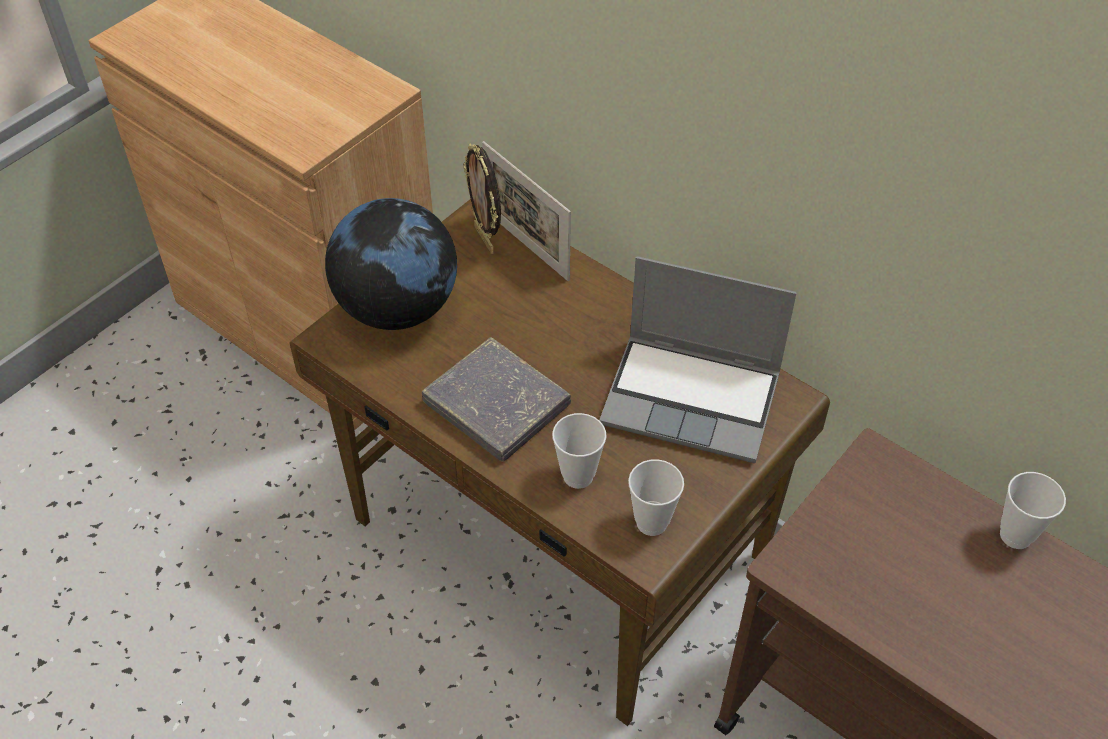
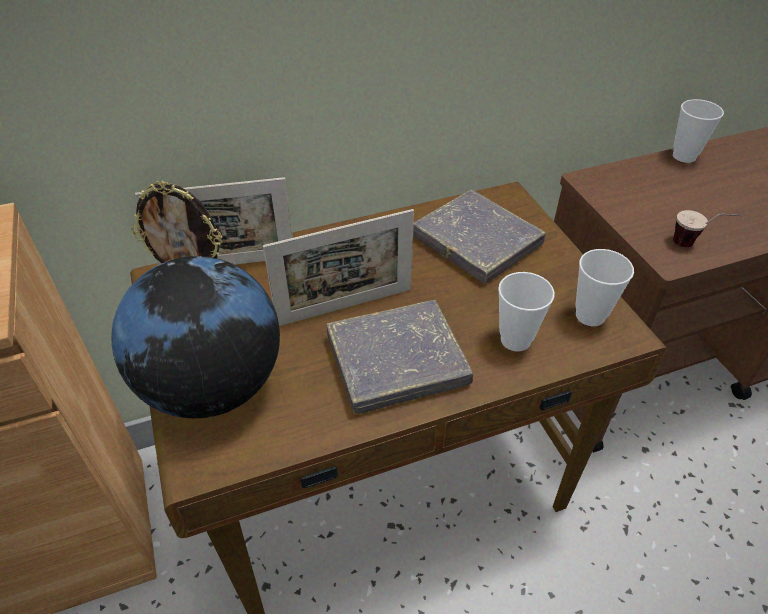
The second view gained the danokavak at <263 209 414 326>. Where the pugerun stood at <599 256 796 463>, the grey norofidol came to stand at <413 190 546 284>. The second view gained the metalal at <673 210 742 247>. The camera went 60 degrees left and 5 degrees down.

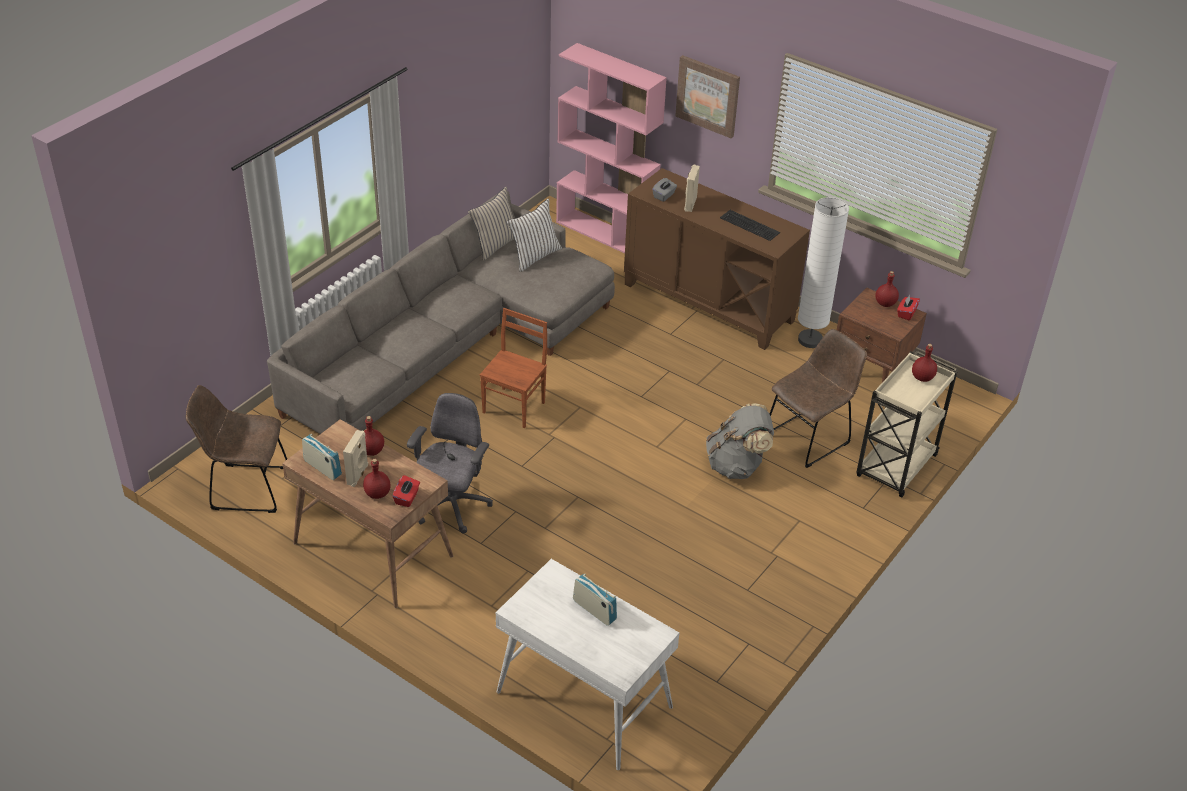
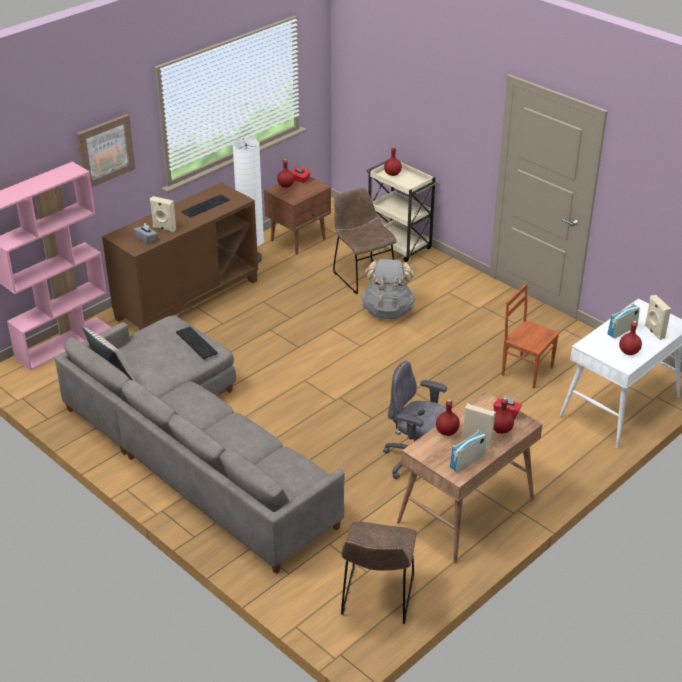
The second view gained the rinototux at <176 327 218 359>. The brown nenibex ended up elsewhere, having gone from <480 308 547 428> to <502 283 559 388>. The second view gained the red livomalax at <619 321 642 355>. The second view gained the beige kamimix at <645 295 671 340>. The second view lost the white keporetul at <507 198 562 272>. The camera went 80 degrees left and 5 degrees down.

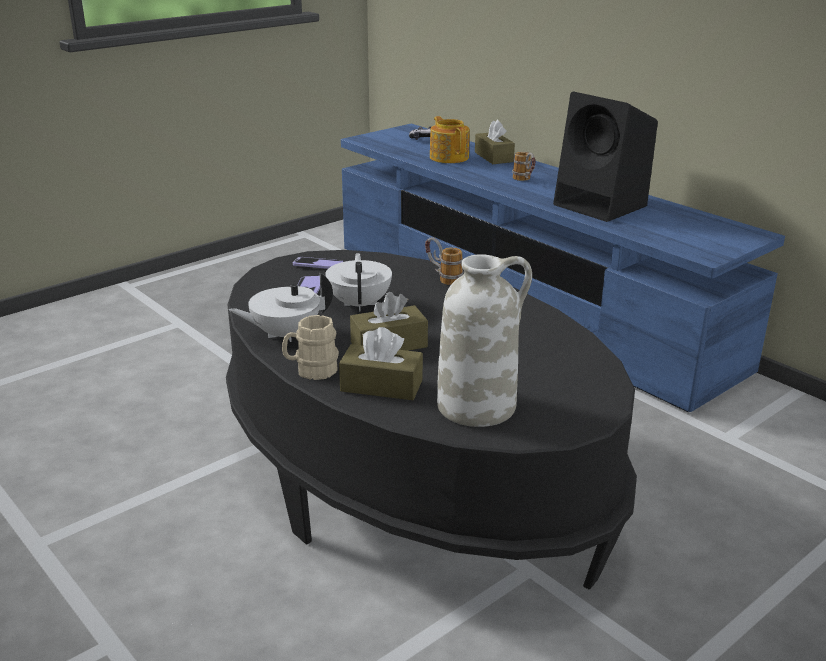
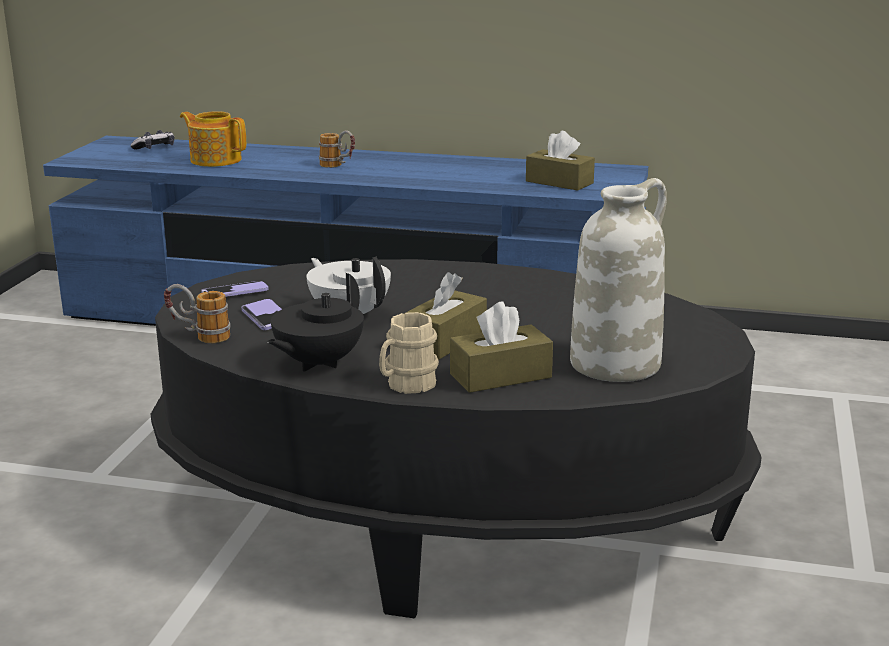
The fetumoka ended up elsewhere, having gone from <425 237 464 285> to <164 284 231 343>. What was the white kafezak at <228 273 333 342> turned into the black kafezak at <267 273 364 372>. The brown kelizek ended up elsewhere, having gone from <475 120 515 164> to <526 131 595 191>. The second view lost the black kamimix at <553 91 658 222>. The camera went 35 degrees left and 5 degrees down.

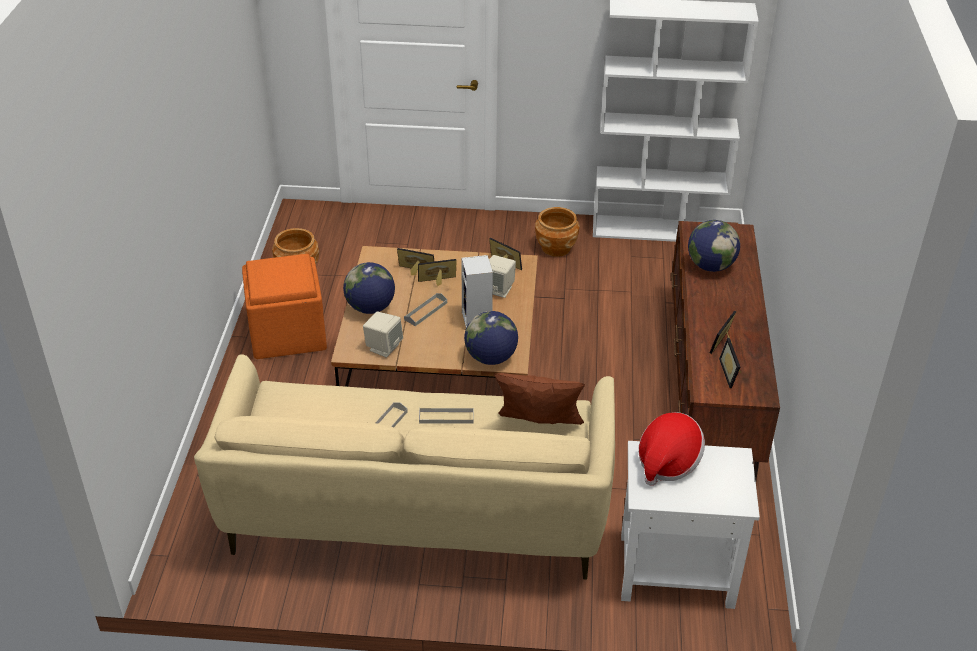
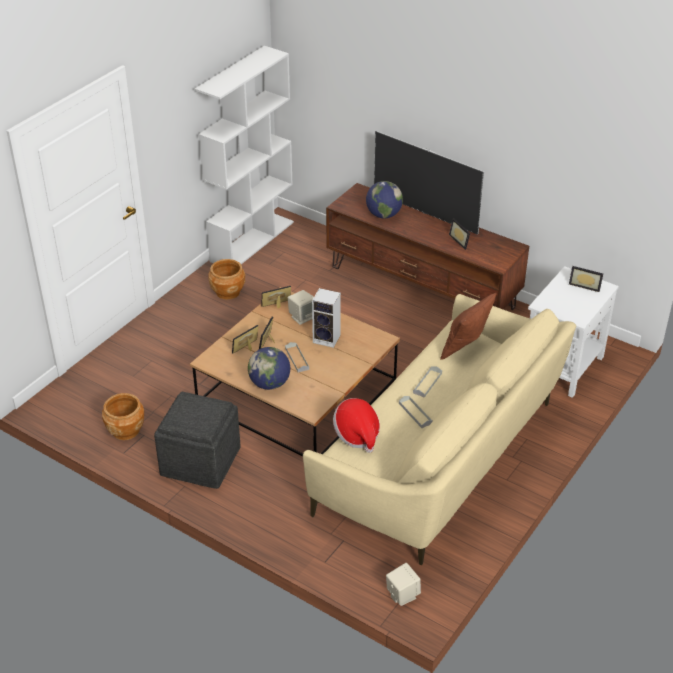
What was the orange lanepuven at <242 254 327 359> turned into the grey lanepuven at <154 392 241 489>. The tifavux ended up elsewhere, having gone from <638 412 705 486> to <333 398 380 453>. The second view gained the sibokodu at <374 131 484 235>. The beige kamimix ended up elsewhere, having gone from <363 312 403 358> to <386 563 421 606>. The danokavak ended up elsewhere, having gone from <719 338 741 388> to <569 266 603 292>. The second view lost the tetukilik at <464 311 518 365>. The camera went 60 degrees left and 0 degrees up.

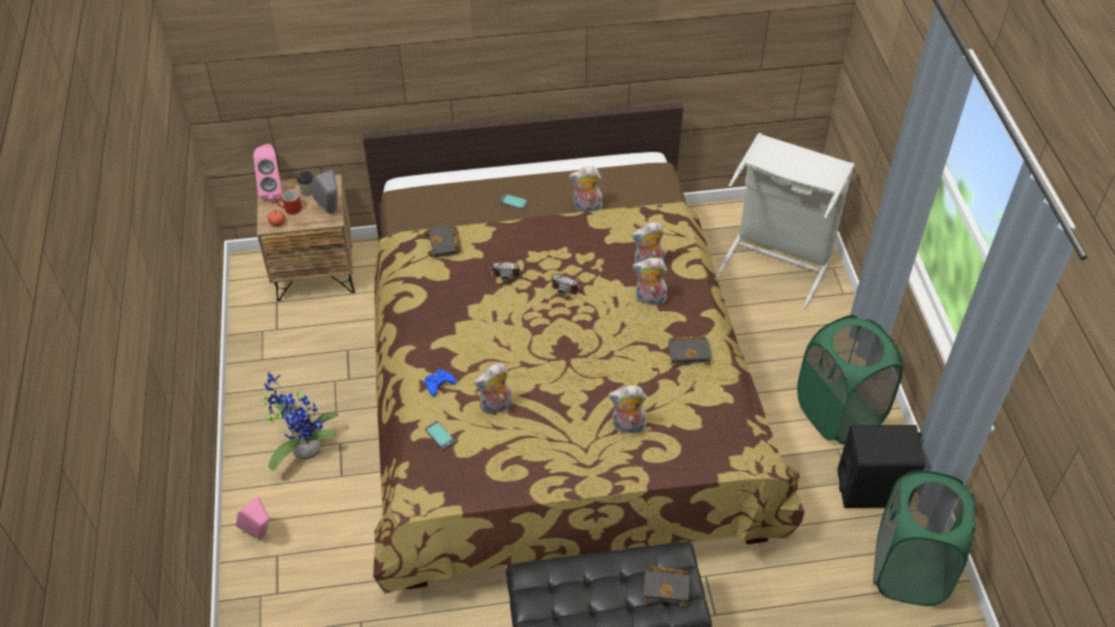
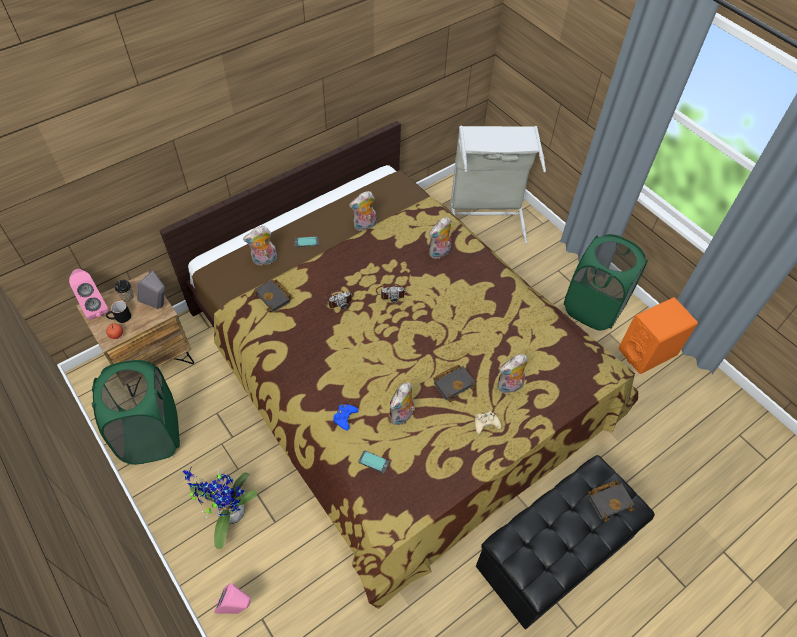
The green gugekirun ended up elsewhere, having gone from <873 471 976 606> to <91 360 180 465>. What was the red fetumoka at <276 190 302 215> turned into the black fetumoka at <106 301 131 323>. The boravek ended up elsewhere, having gone from <633 258 668 306> to <243 226 277 266>. The black norofidol ended up elsewhere, having gone from <668 336 711 366> to <433 365 476 402>. The second view gained the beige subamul at <475 411 502 434>. What was the black kamimix at <838 425 925 508> turned into the orange kamimix at <619 297 698 374>. The camera went 30 degrees left and 5 degrees up.

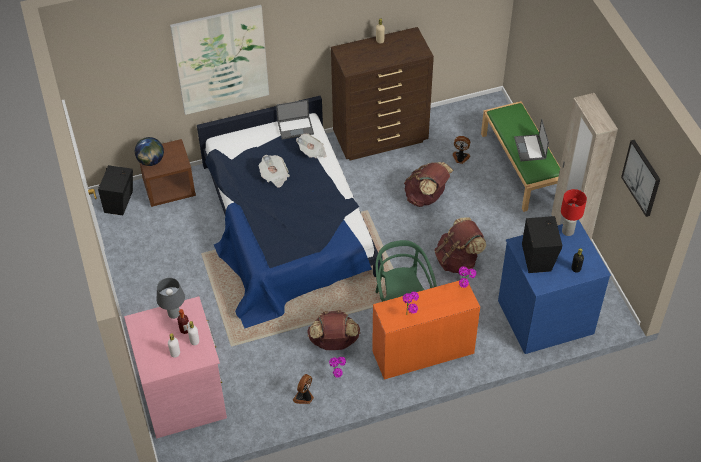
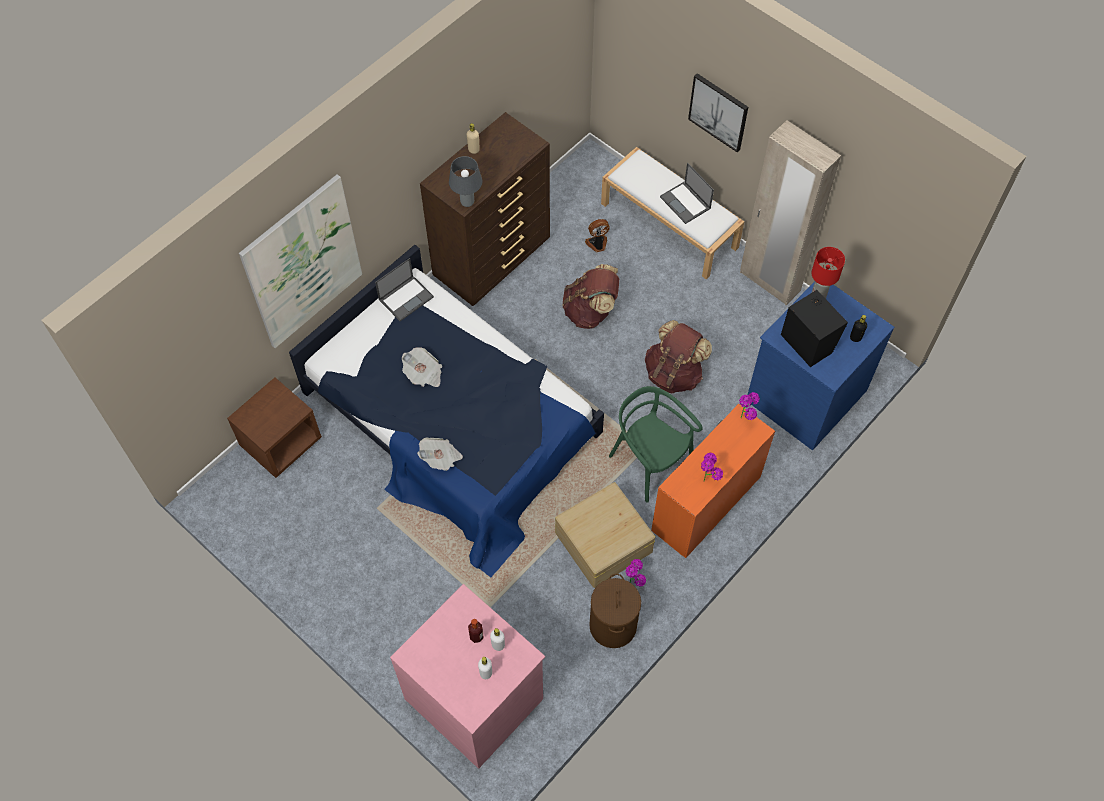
The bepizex ended up elsewhere, having gone from <296 134 327 158> to <417 437 463 471>. The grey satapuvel ended up elsewhere, having gone from <157 278 185 319> to <449 156 482 207>. Where the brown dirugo stood at <307 310 360 350>, the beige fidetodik came to stand at <555 482 655 588>. Where the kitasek stood at <293 374 314 404>, the brown gugekirun came to stand at <589 574 641 648>. What was the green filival at <481 101 560 212> turned into the white filival at <601 147 744 279>. The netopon ended up elsewhere, having gone from <621 140 660 217> to <688 73 748 152>. The second view lost the black kamimix at <98 165 133 215>. The second view lost the tetukilik at <135 137 164 166>. The camera went 30 degrees left and 10 degrees up.

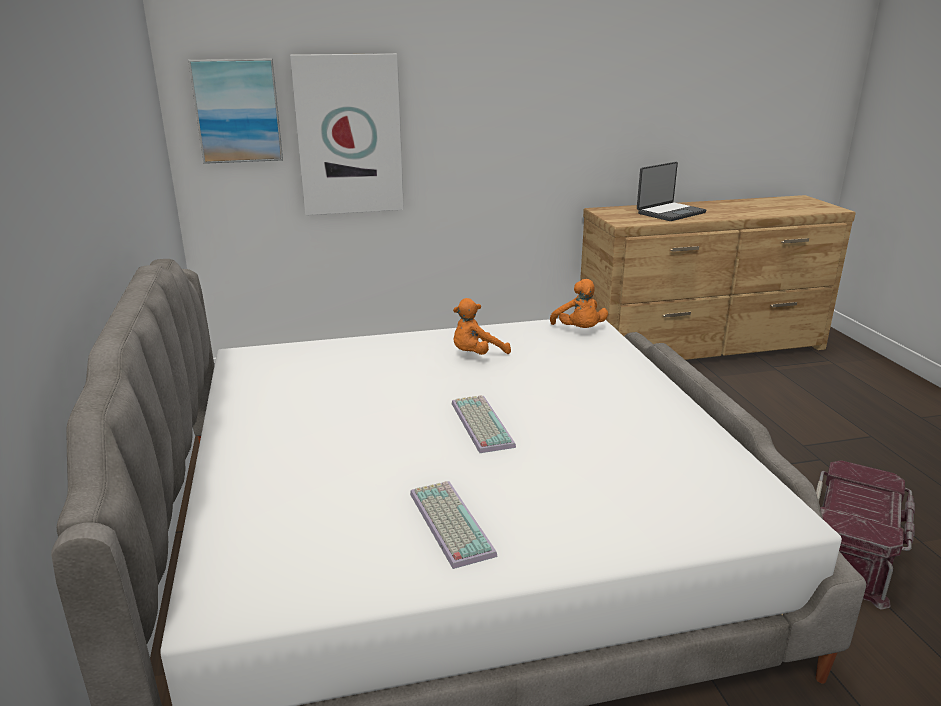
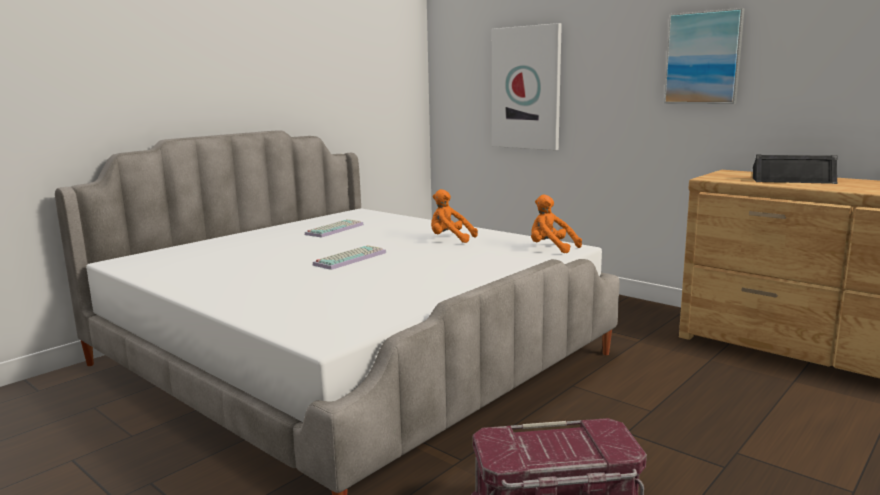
The rinototux ended up elsewhere, having gone from <410 481 498 569> to <305 219 364 238>. The orange boravek at <550 279 608 328> ended up facing another way, 90 degrees clockwise from before. The netopon ended up elsewhere, having gone from <188 58 283 164> to <664 8 745 104>. Where the pugerun stood at <637 162 706 221>, the black kamimix came to stand at <753 154 838 184>. The camera went 55 degrees right and 10 degrees down.

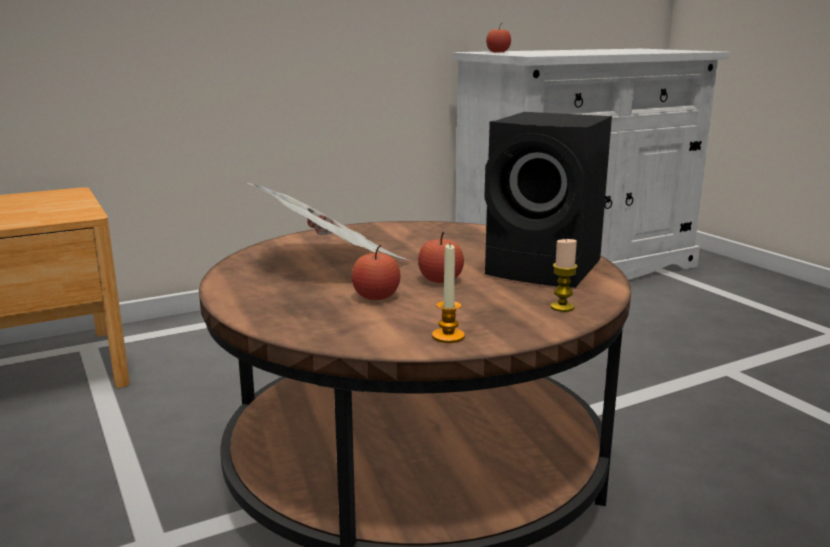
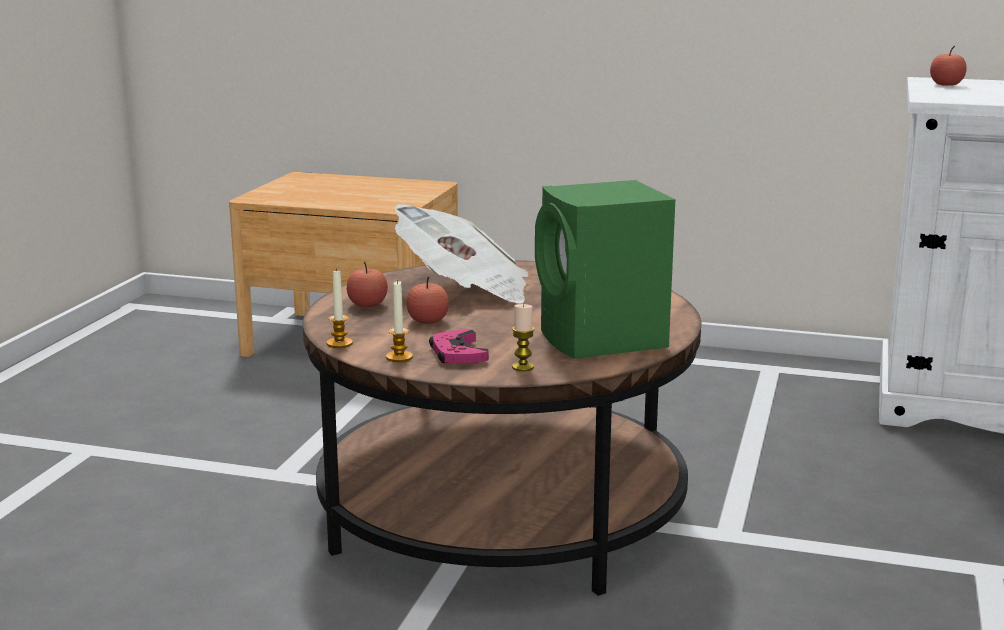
The second view gained the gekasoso at <326 268 353 348>. The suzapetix ended up elsewhere, having gone from <418 232 464 283> to <347 262 388 307>. The second view gained the pink subamul at <429 330 489 363>. What was the black kamimix at <484 112 612 288> turned into the green kamimix at <535 180 675 359>. The camera went 45 degrees right and 0 degrees up.

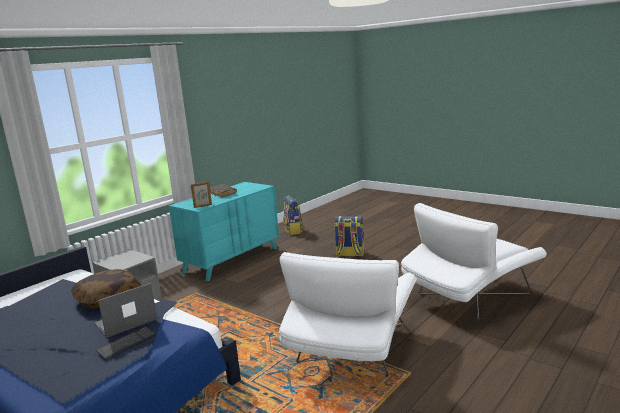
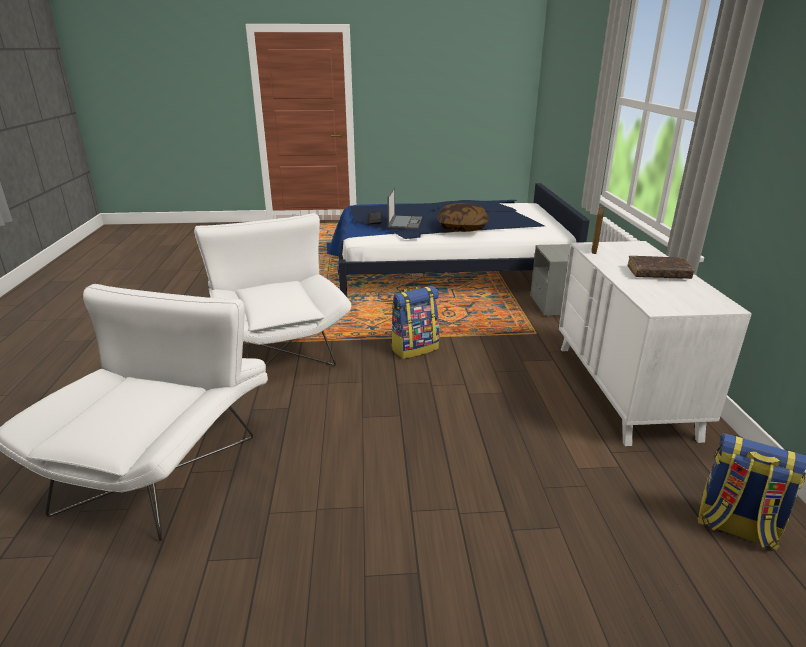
The dirugo ended up elsewhere, having gone from <334 216 364 256> to <391 286 440 359>. What was the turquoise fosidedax at <168 182 279 282> turned into the white fosidedax at <559 241 752 446>. The camera went 135 degrees right and 10 degrees up.

